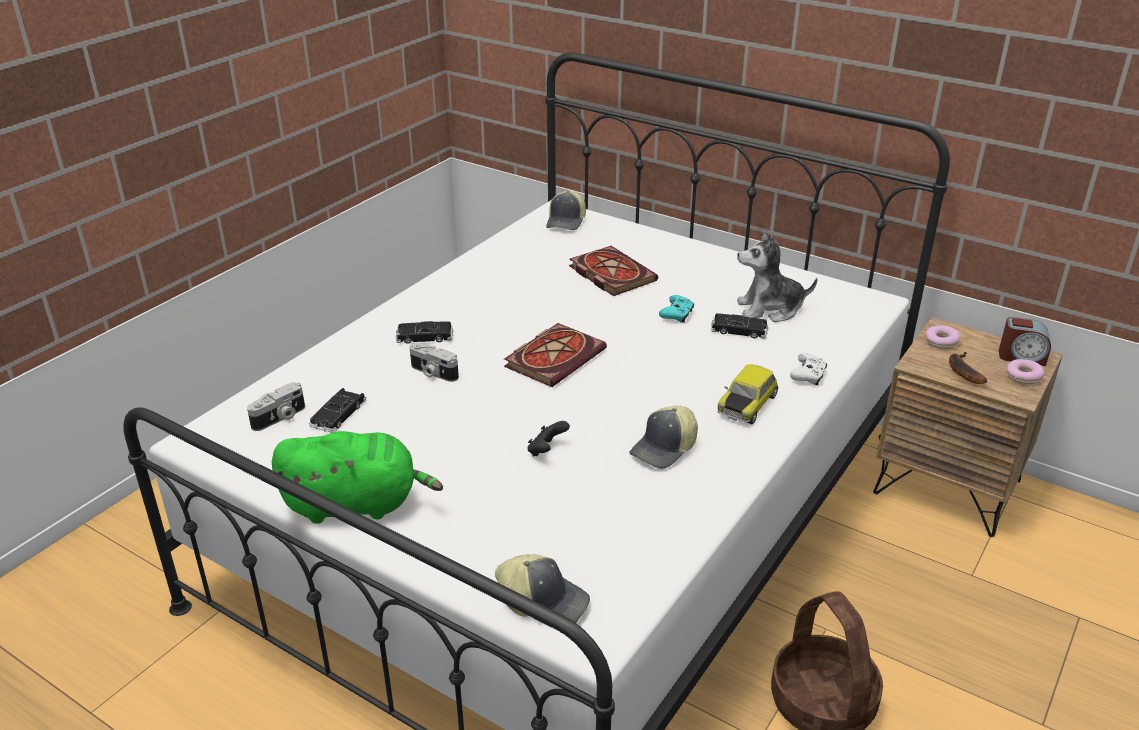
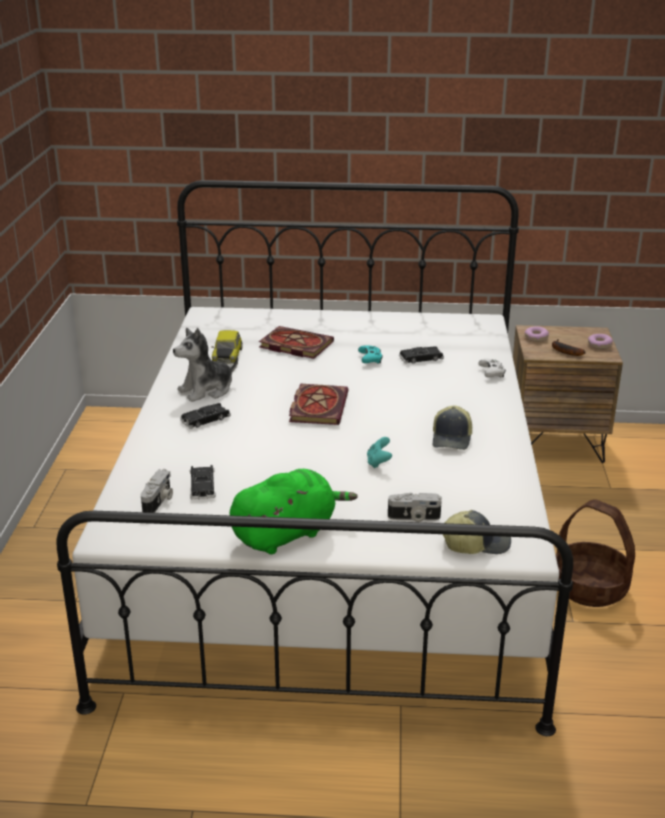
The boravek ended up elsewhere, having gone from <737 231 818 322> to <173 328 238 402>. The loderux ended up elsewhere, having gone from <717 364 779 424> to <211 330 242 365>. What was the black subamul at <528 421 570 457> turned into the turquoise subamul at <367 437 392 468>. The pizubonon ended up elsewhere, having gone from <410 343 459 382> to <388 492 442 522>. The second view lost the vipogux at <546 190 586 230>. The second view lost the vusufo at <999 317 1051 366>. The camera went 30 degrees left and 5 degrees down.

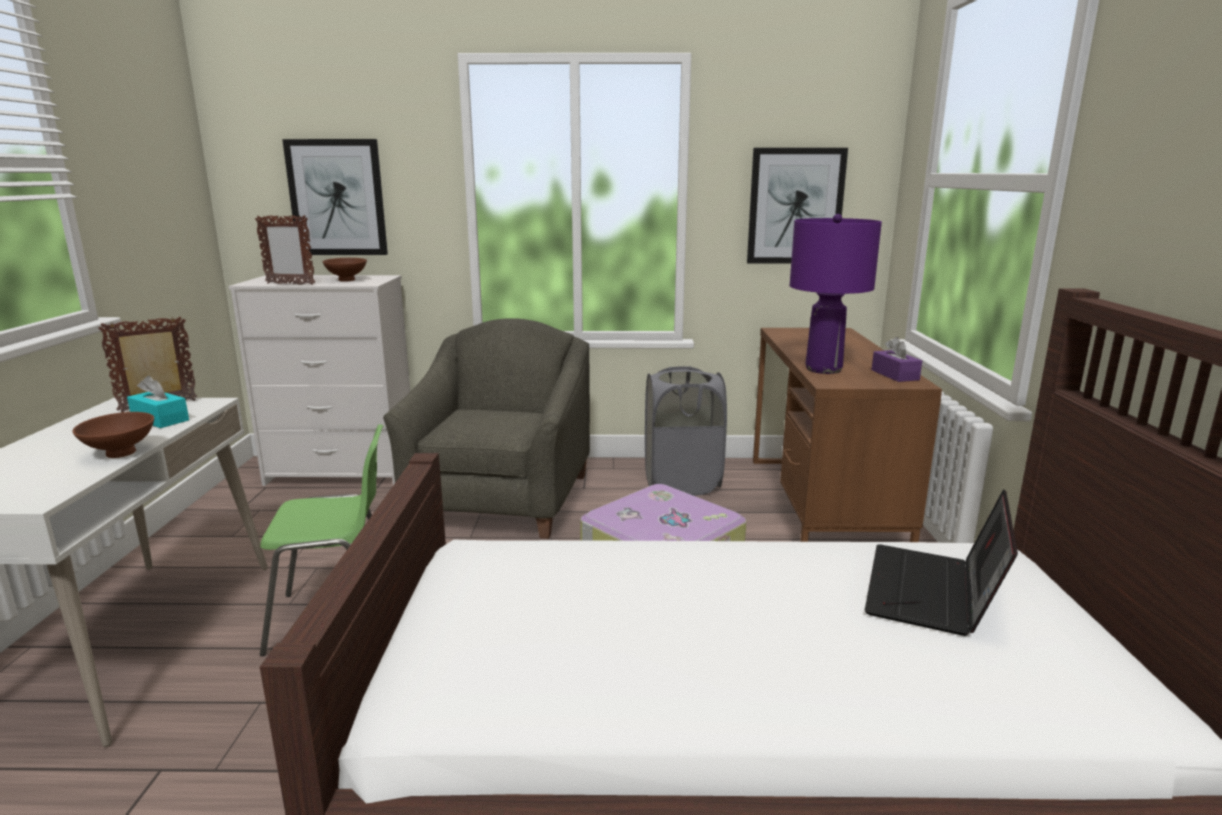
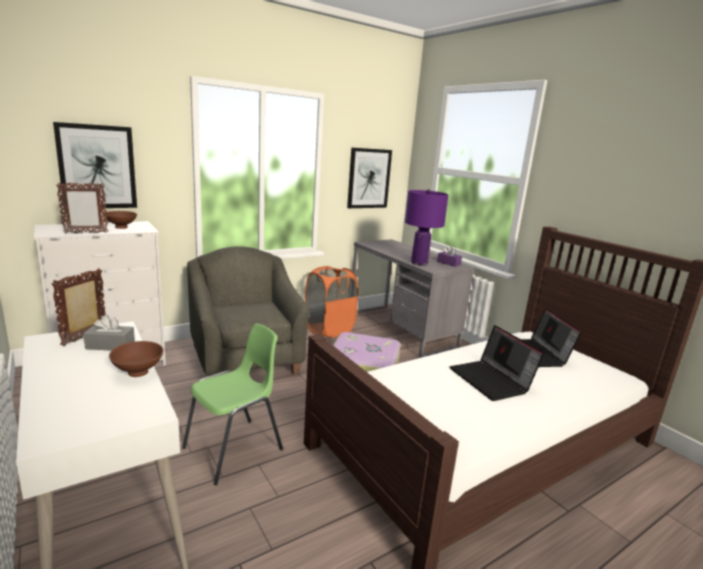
What was the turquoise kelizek at <127 376 189 428> turned into the grey kelizek at <83 315 135 351>. What was the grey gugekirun at <645 366 727 496> turned into the orange gugekirun at <305 266 358 338>. What was the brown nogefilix at <753 328 942 542> turned into the grey nogefilix at <353 239 474 358>. The second view gained the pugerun at <450 325 544 401>. The camera went 35 degrees left and 0 degrees up.

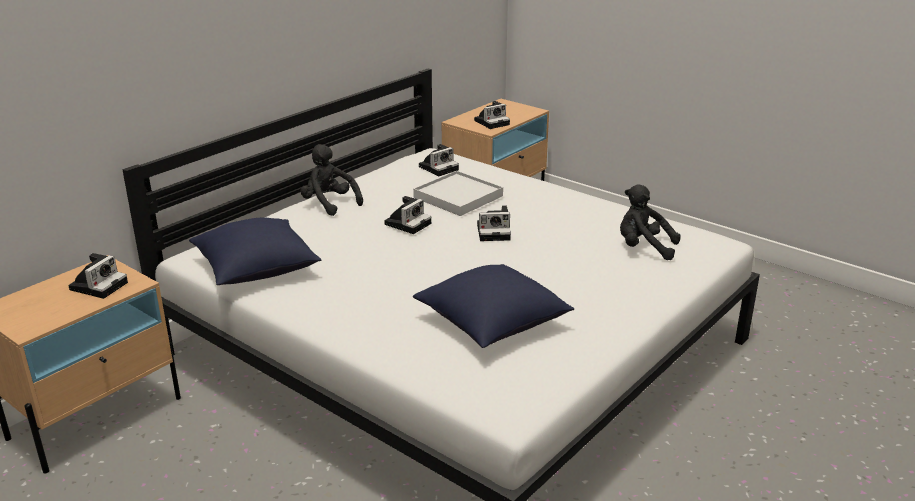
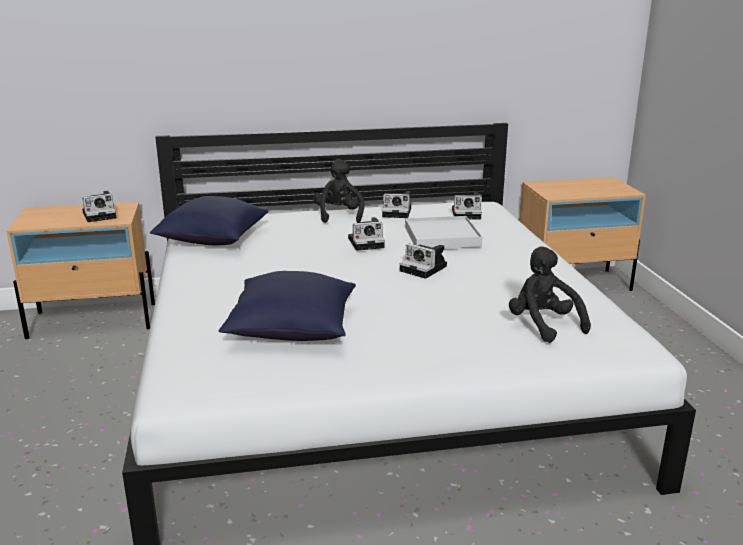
The pizubonon ended up elsewhere, having gone from <474 101 510 129> to <382 191 411 218>. The camera went 40 degrees right and 5 degrees down.

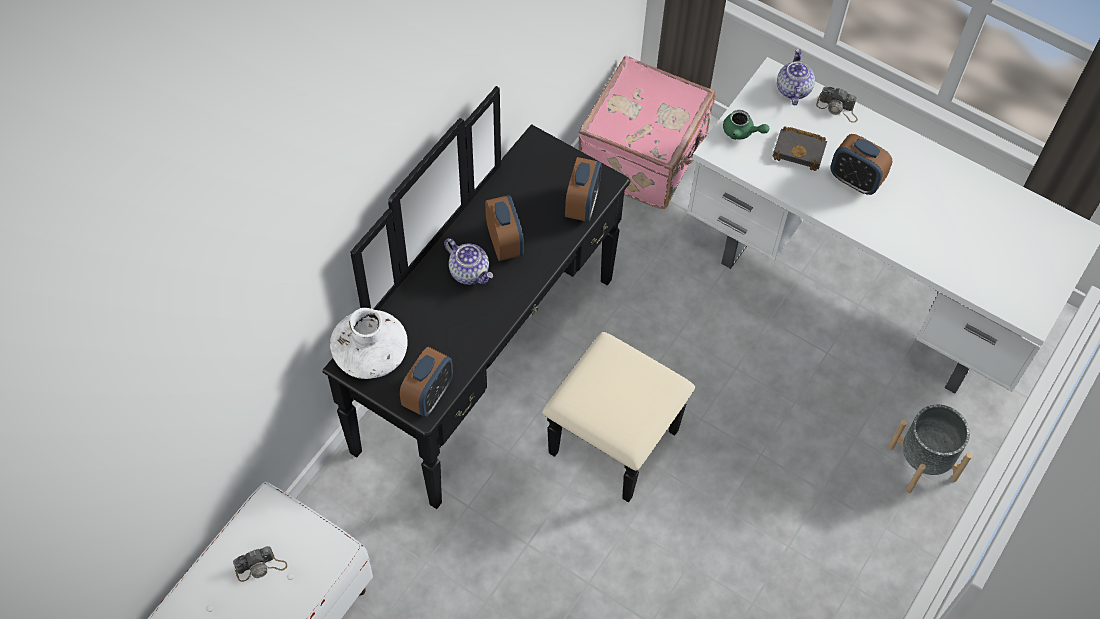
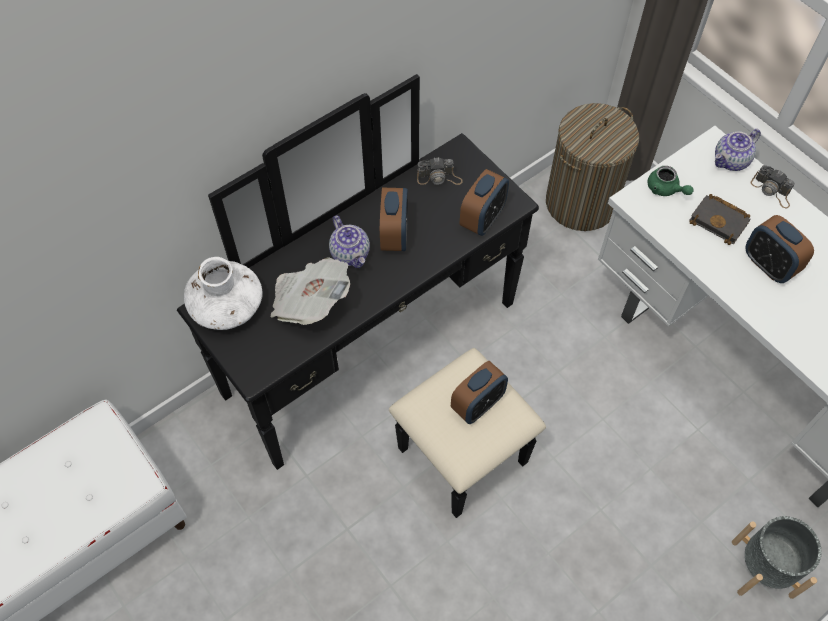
The second view gained the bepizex at <271 257 350 325>. The pizubonon ended up elsewhere, having gone from <233 546 287 582> to <417 157 462 185>. The vusufo ended up elsewhere, having gone from <400 347 453 417> to <451 361 508 424>. Where the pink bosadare stood at <578 55 715 209>, the gugekirun came to stand at <546 103 639 231>. The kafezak at <777 49 815 105> ended up facing another way, 150 degrees counterclockwise from before. The camera went 20 degrees right and 0 degrees up.

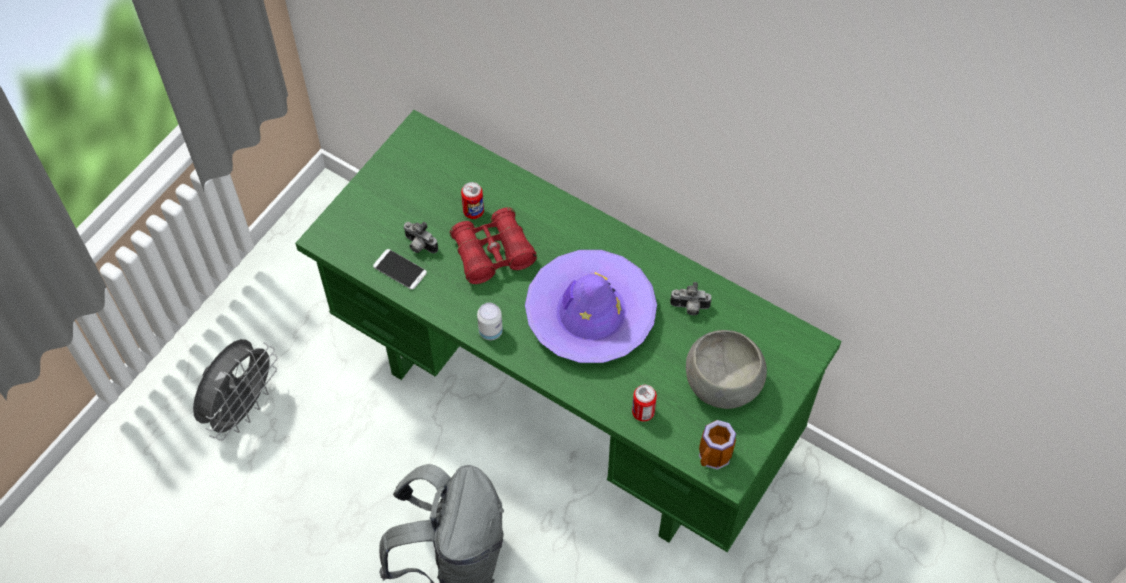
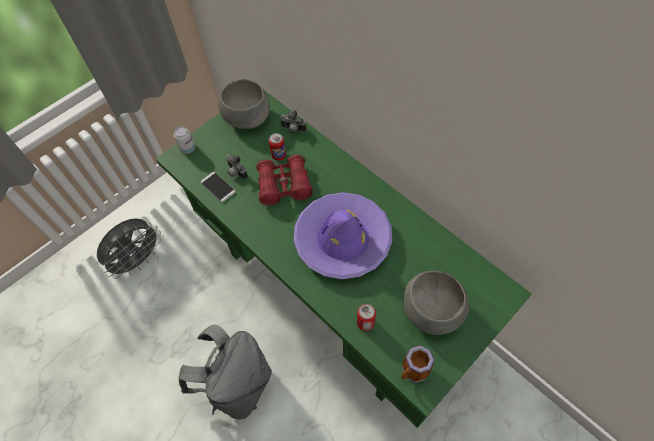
The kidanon ended up elsewhere, having gone from <477 303 503 340> to <174 126 195 154>. The second view gained the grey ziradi at <218 80 270 129>. The pizubonon ended up elsewhere, having gone from <670 282 712 315> to <280 110 306 134>. The camera went 15 degrees right and 0 degrees up.

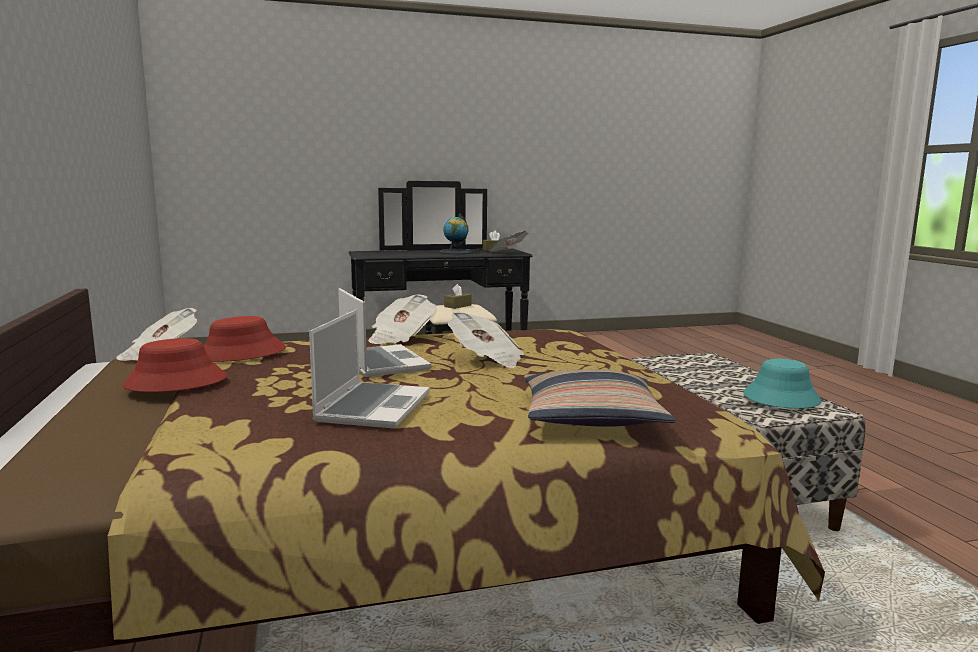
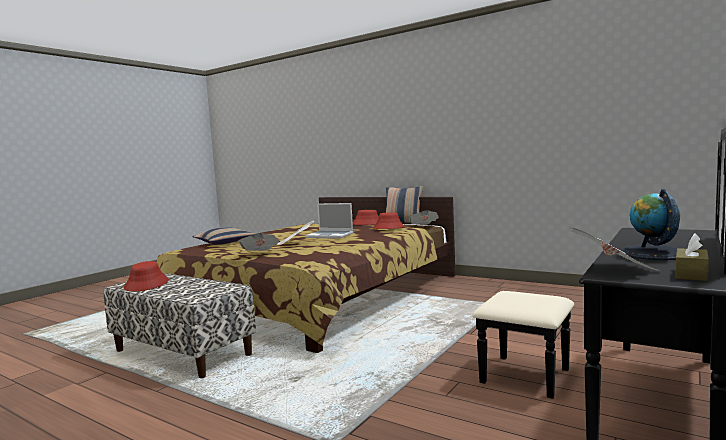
What was the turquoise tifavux at <743 358 821 408> turned into the red tifavux at <124 261 169 291>. The bepizex ended up elsewhere, having gone from <368 294 437 344> to <238 233 280 251>. The second view gained the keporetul at <385 186 423 223>. The second view lost the pugerun at <309 309 430 428>. The second view lost the brown kelizek at <444 284 472 309>. The camera went 140 degrees right and 5 degrees down.

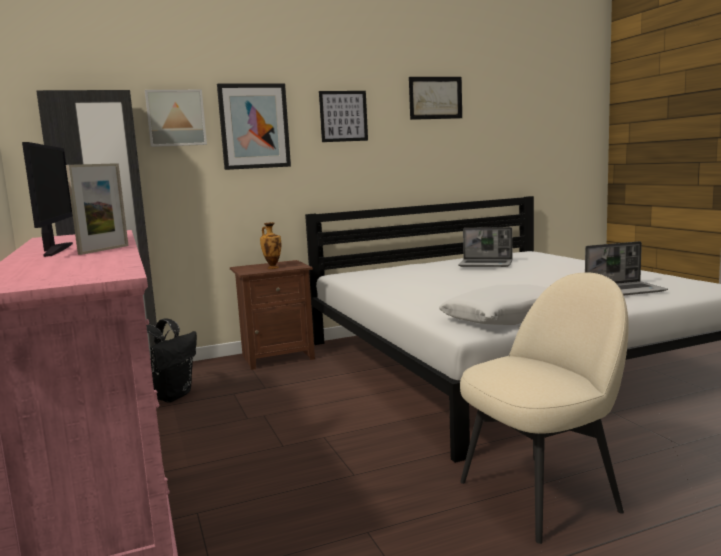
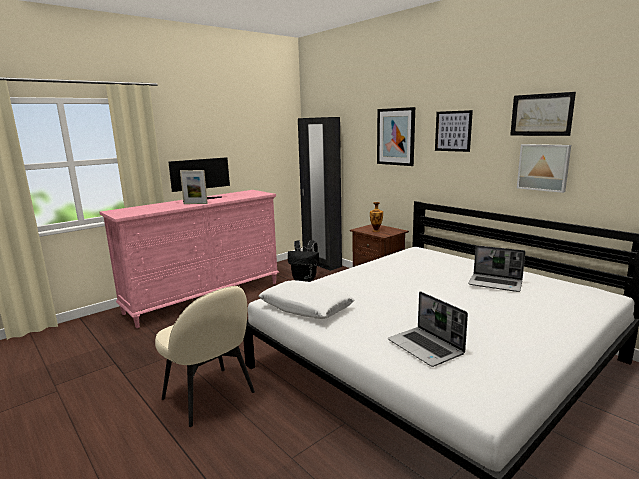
The pugerun at <458 227 512 267> ended up facing another way, 60 degrees counterclockwise from before. The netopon ended up elsewhere, having gone from <145 90 207 147> to <517 144 571 193>. The camera went 70 degrees right and 5 degrees up.

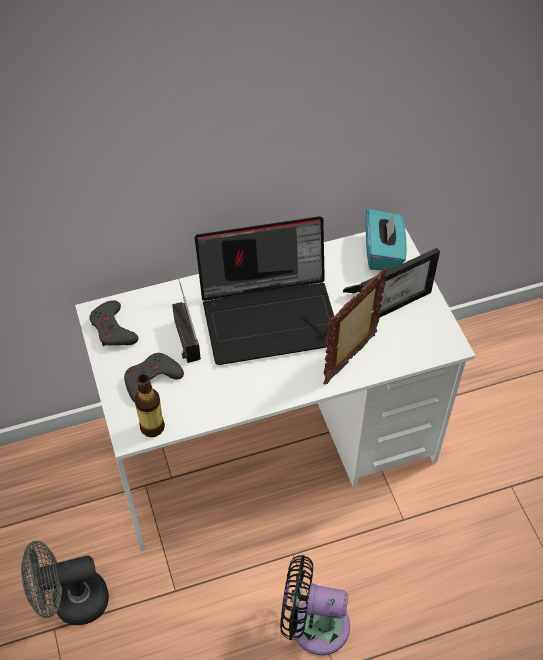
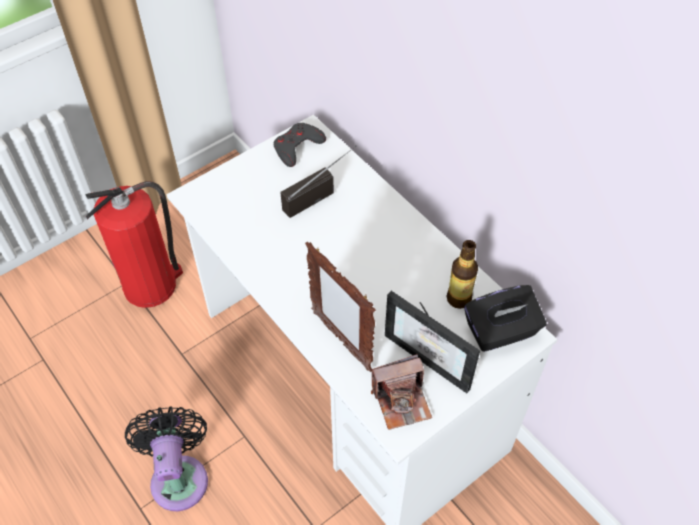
Where the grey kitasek stood at <21 541 109 625>, the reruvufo came to stand at <85 181 183 308>. The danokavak at <323 268 388 385> ended up facing another way, 150 degrees counterclockwise from before. The second view gained the pizubonon at <371 354 432 430>. The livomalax ended up elsewhere, having gone from <135 374 165 437> to <446 240 478 309>. What was the turquoise kelizek at <366 209 407 270> turned into the black kelizek at <464 285 547 352>. The second view lost the grey subamul at <124 353 184 402>. The second view lost the pugerun at <195 216 334 365>. The camera went 70 degrees right and 0 degrees up.

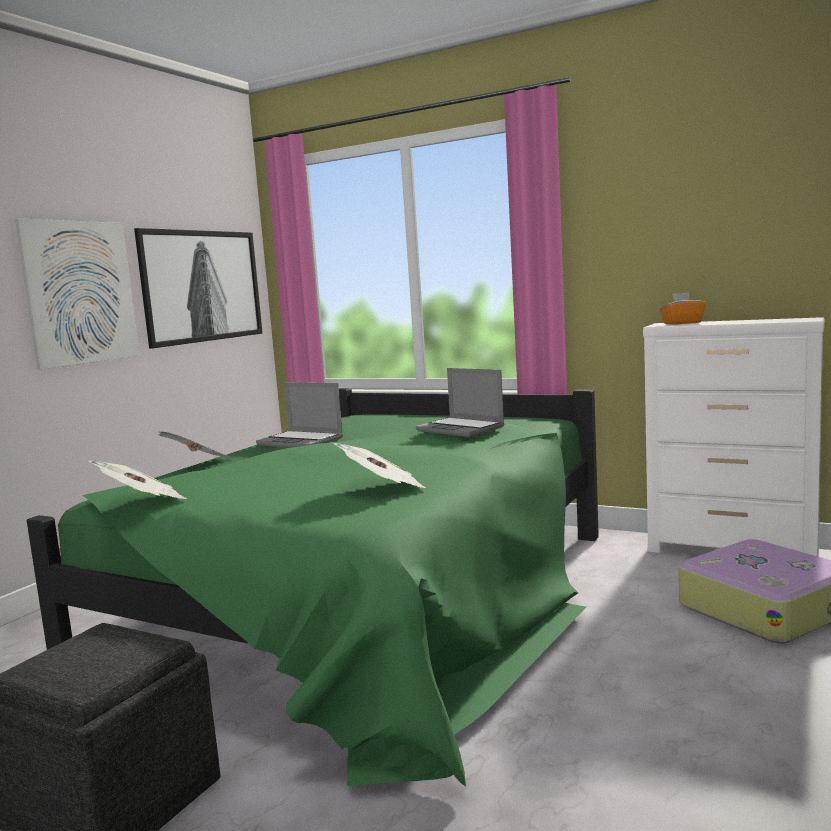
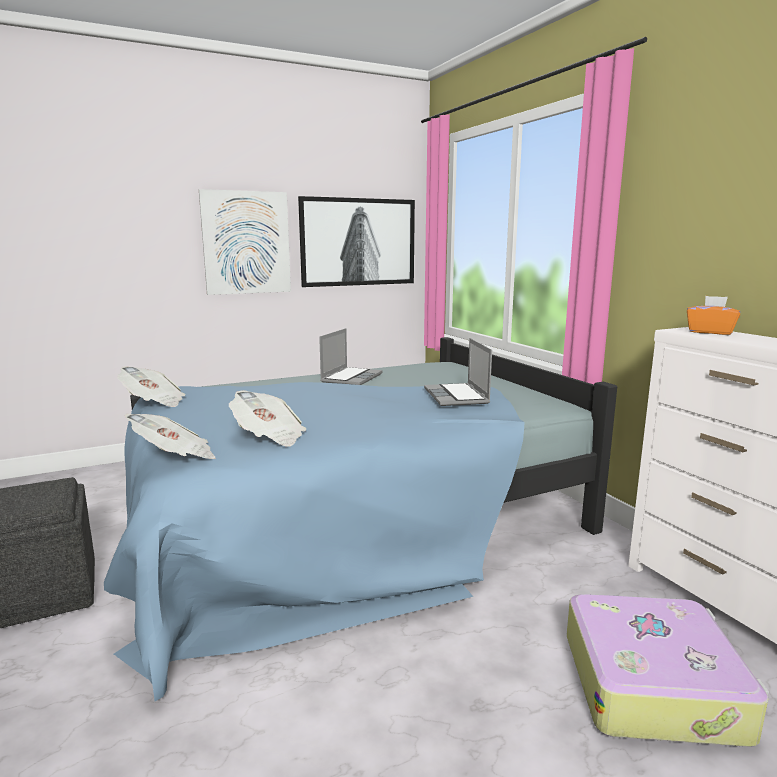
What was the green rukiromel at <27 388 599 787> turned into the blue rukiromel at <104 337 617 701>. The bepizex ended up elsewhere, having gone from <159 432 234 458> to <125 414 216 459>. The pugerun at <256 383 343 448> ended up facing another way, 135 degrees counterclockwise from before. The camera went 35 degrees right and 5 degrees up.

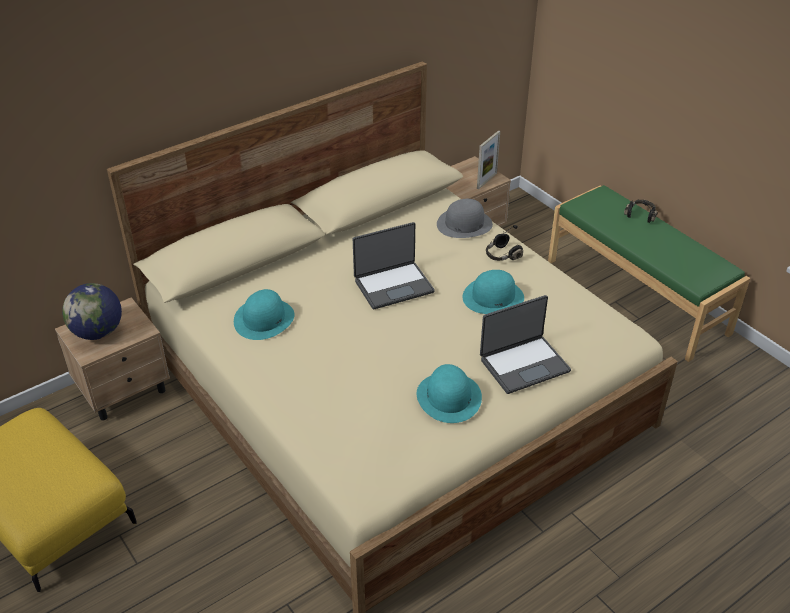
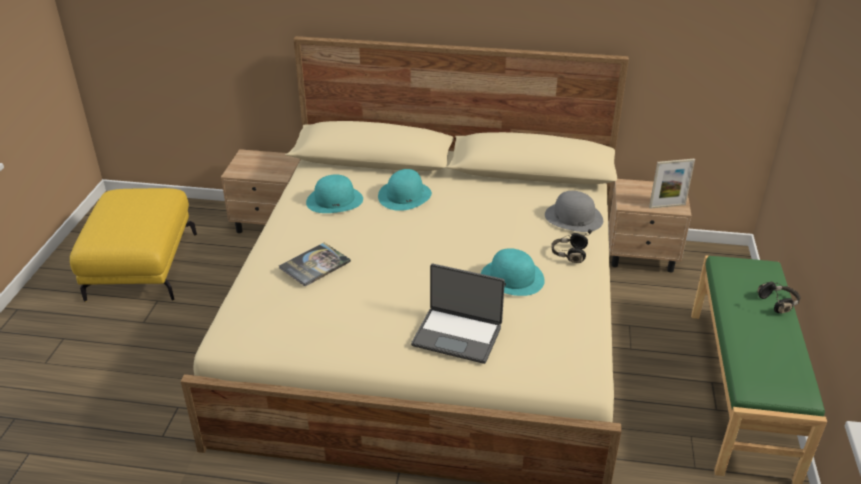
The second view gained the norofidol at <279 243 351 286>. The turquoise tifavux ended up elsewhere, having gone from <417 364 482 423> to <378 169 432 211>. The second view lost the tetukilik at <62 283 122 340>. The second view lost the pugerun at <353 222 435 310>. The camera went 45 degrees right and 5 degrees down.

